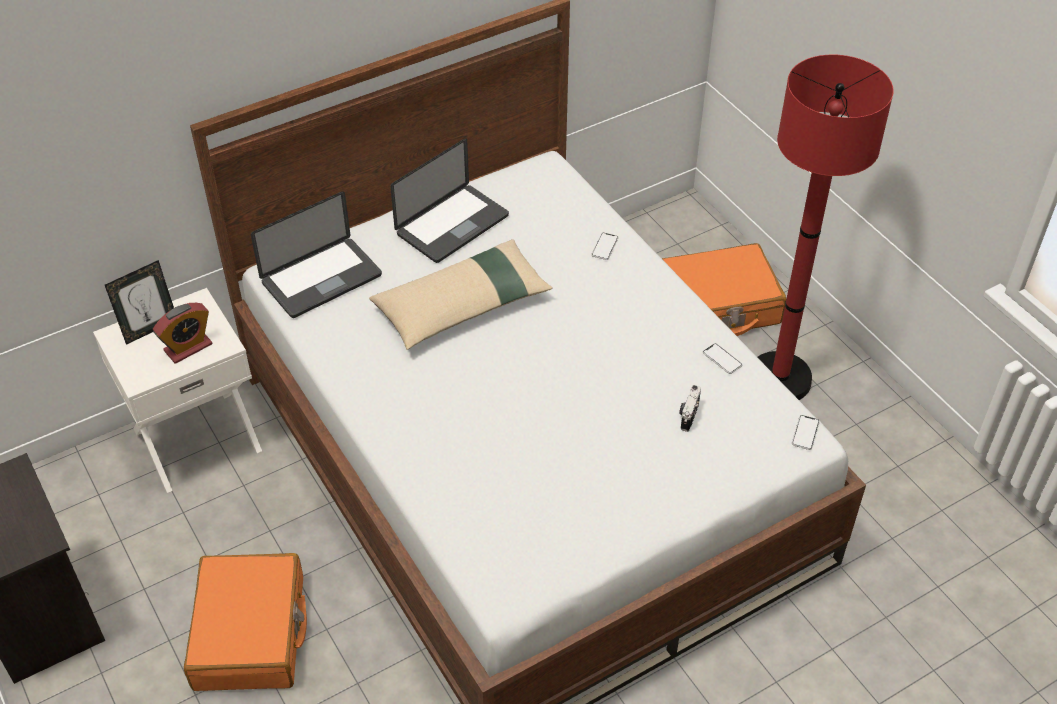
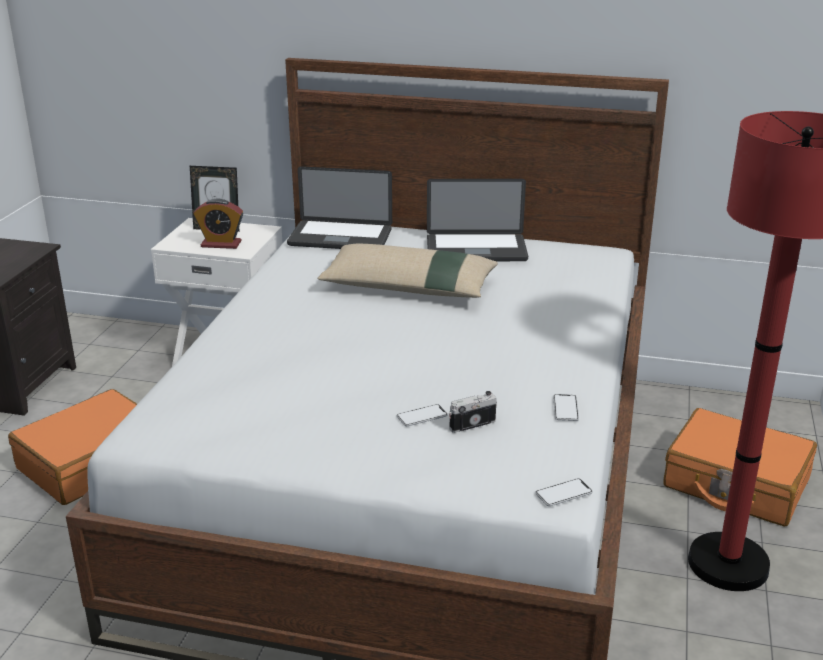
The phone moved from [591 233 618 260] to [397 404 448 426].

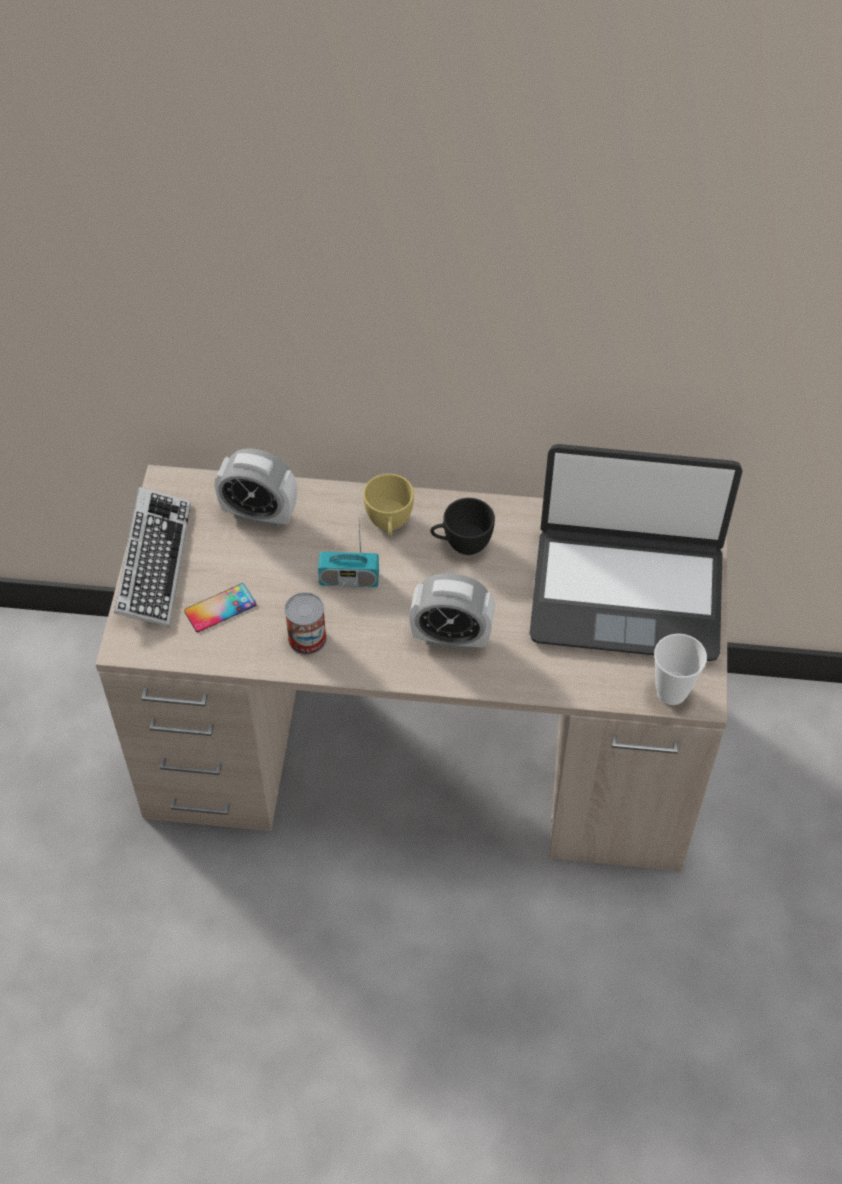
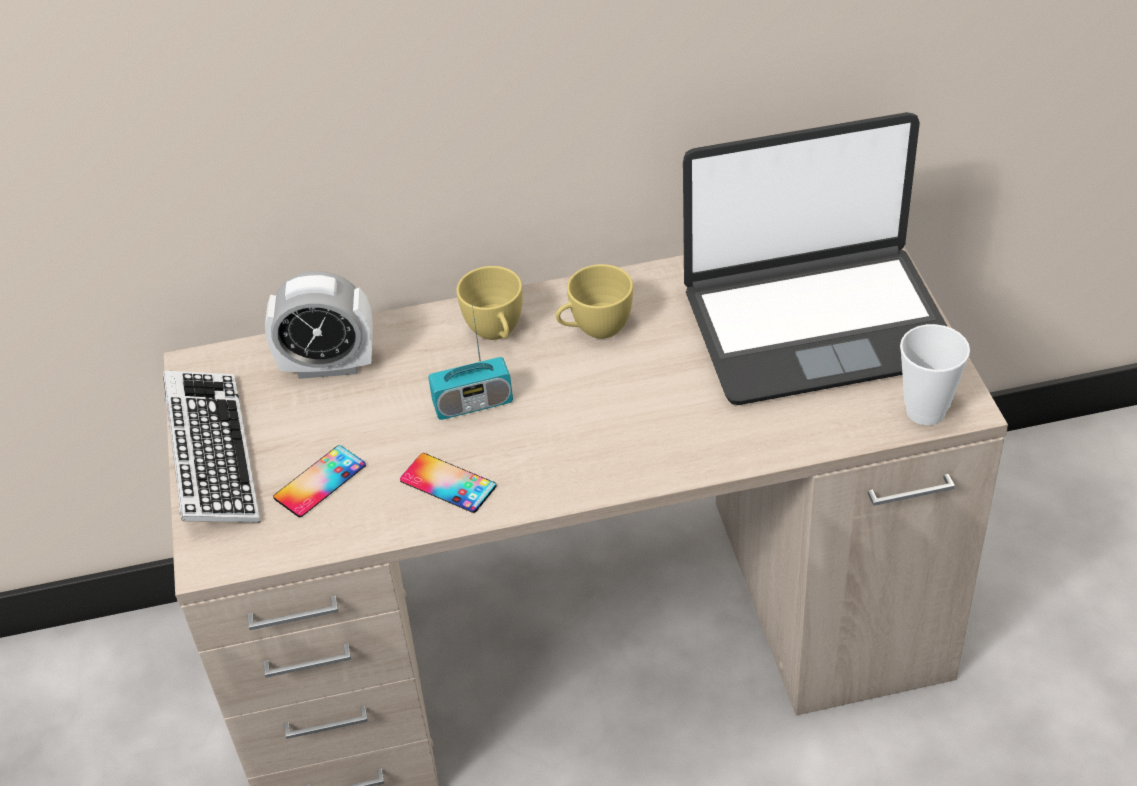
The black-coloured_cup at [430 498 495 555] became the yellowish_cup at [556 264 633 339]. The bedside_clock at [409 573 495 651] disappeared. The sealed_can at [284 592 327 655] was replaced by the phone at [400 453 497 513].

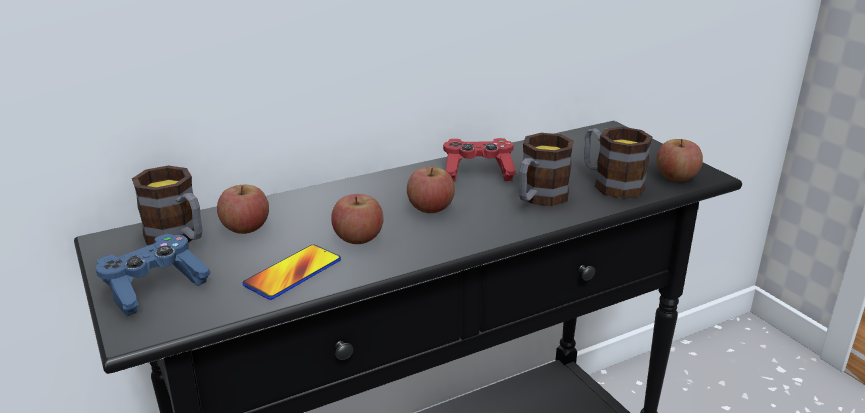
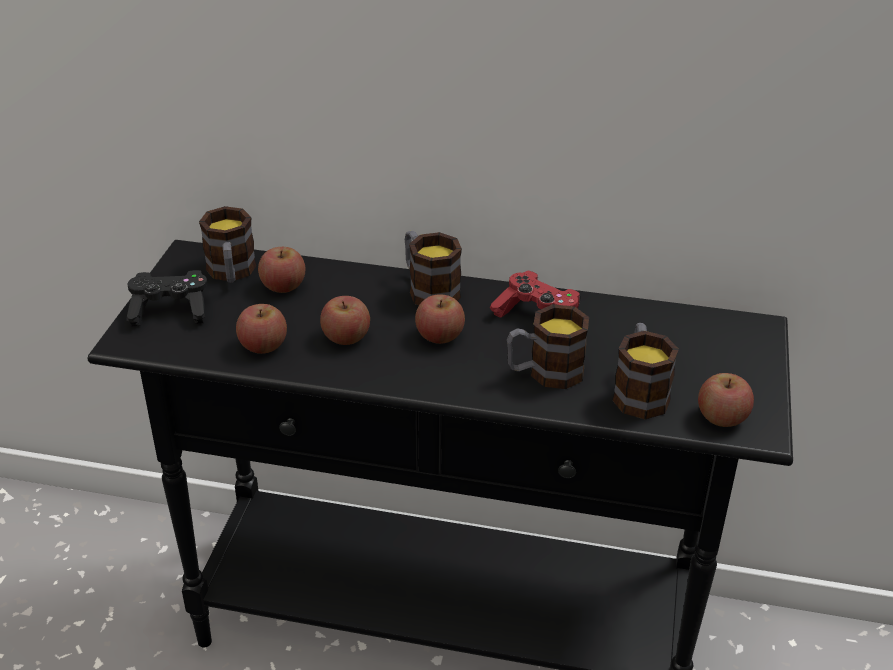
The blue-coloured_game_controller at [95 234 210 316] became the black-coloured_game_controller at [126 270 207 326]. The phone at [242 245 341 300] was replaced by the apple at [236 304 287 354]. The mug at [405 231 462 305] appeared.

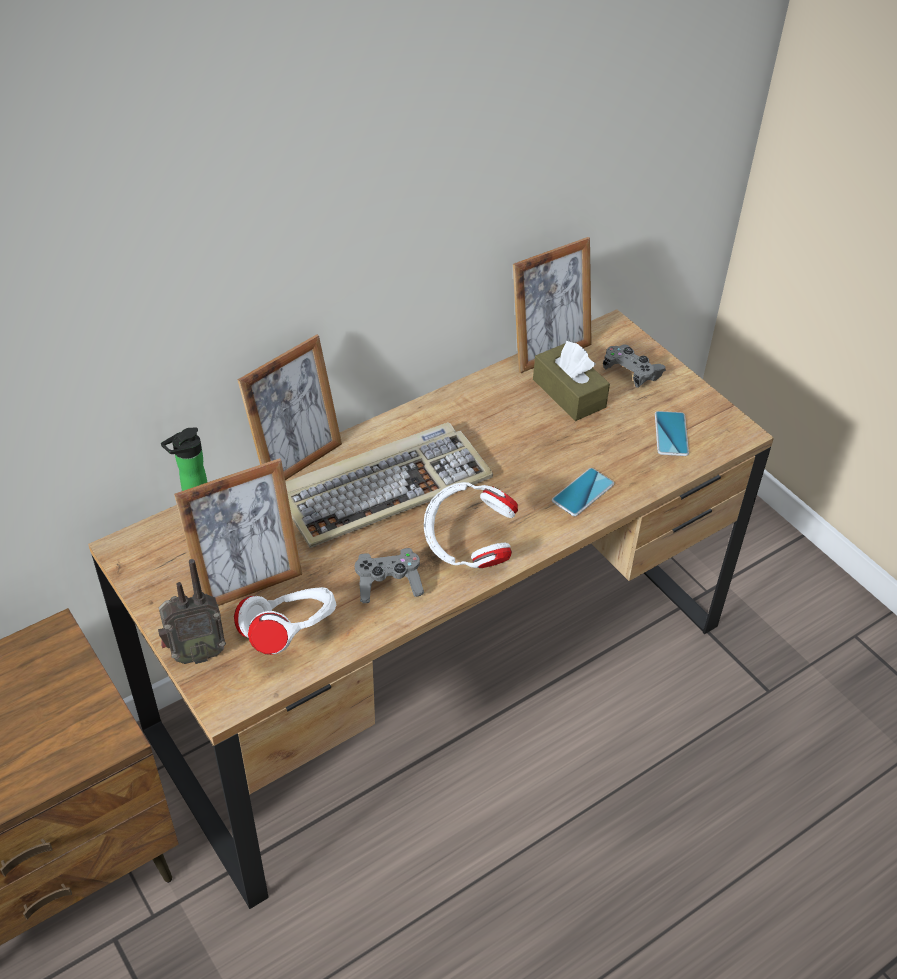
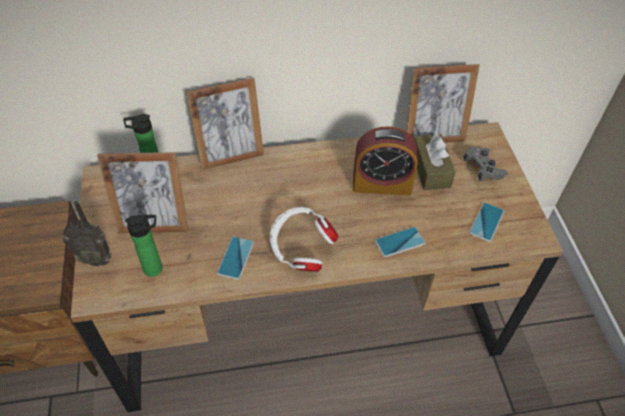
The keyboard at [285 422 493 548] disappeared. The gray_game_controller at [355 548 424 603] was replaced by the phone at [217 236 254 280]. The whitish_pair_of_headphones at [234 587 336 655] was replaced by the drink_bottle at [125 215 162 277]. The bedside_clock at [353 126 418 196] appeared.

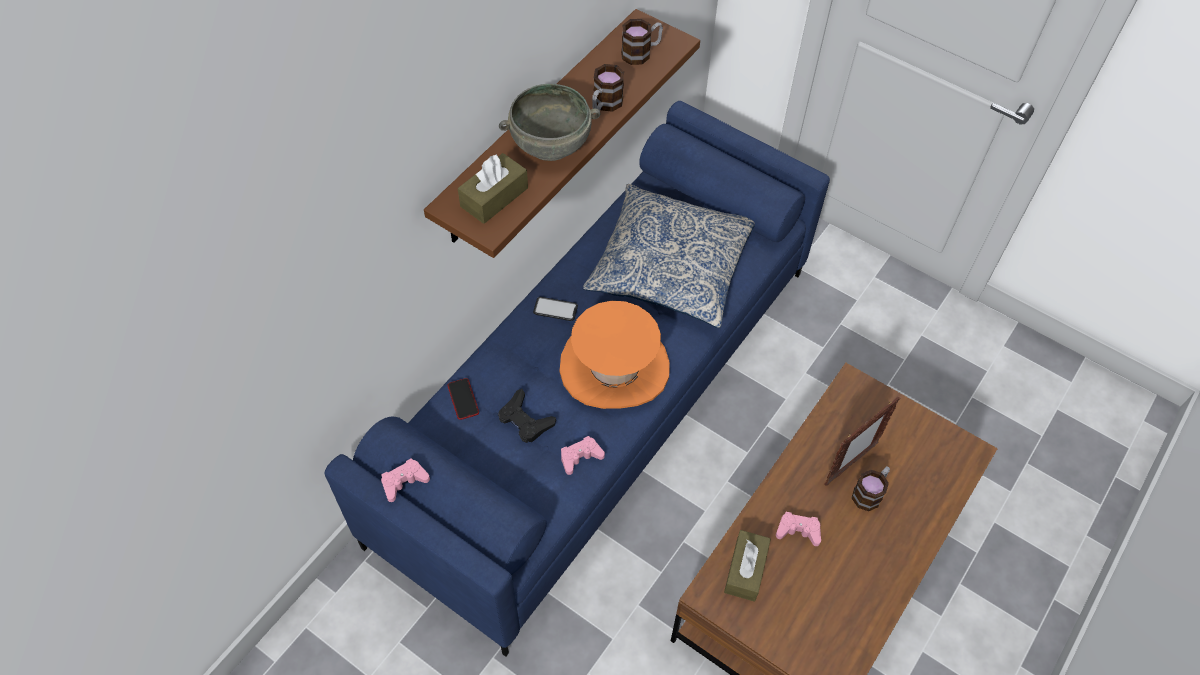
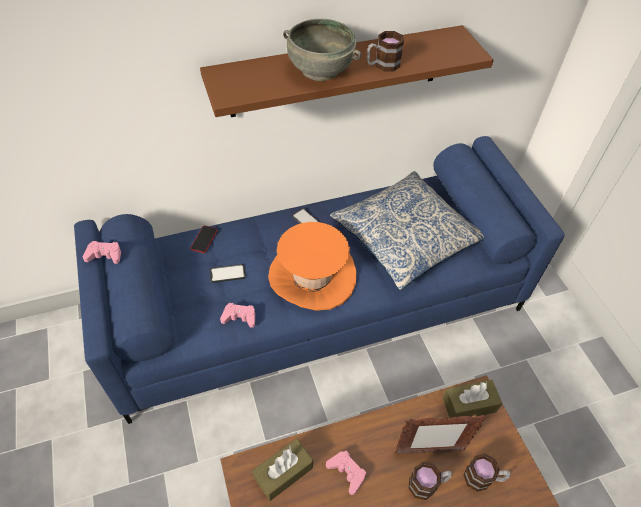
The mug moved from [621 19 663 65] to [464 454 511 492]. The brownish_tissue_holder moved from [458 153 528 224] to [443 380 503 421]. The black-coloured_game_controller at [498 389 556 443] was replaced by the phone at [210 264 246 283].

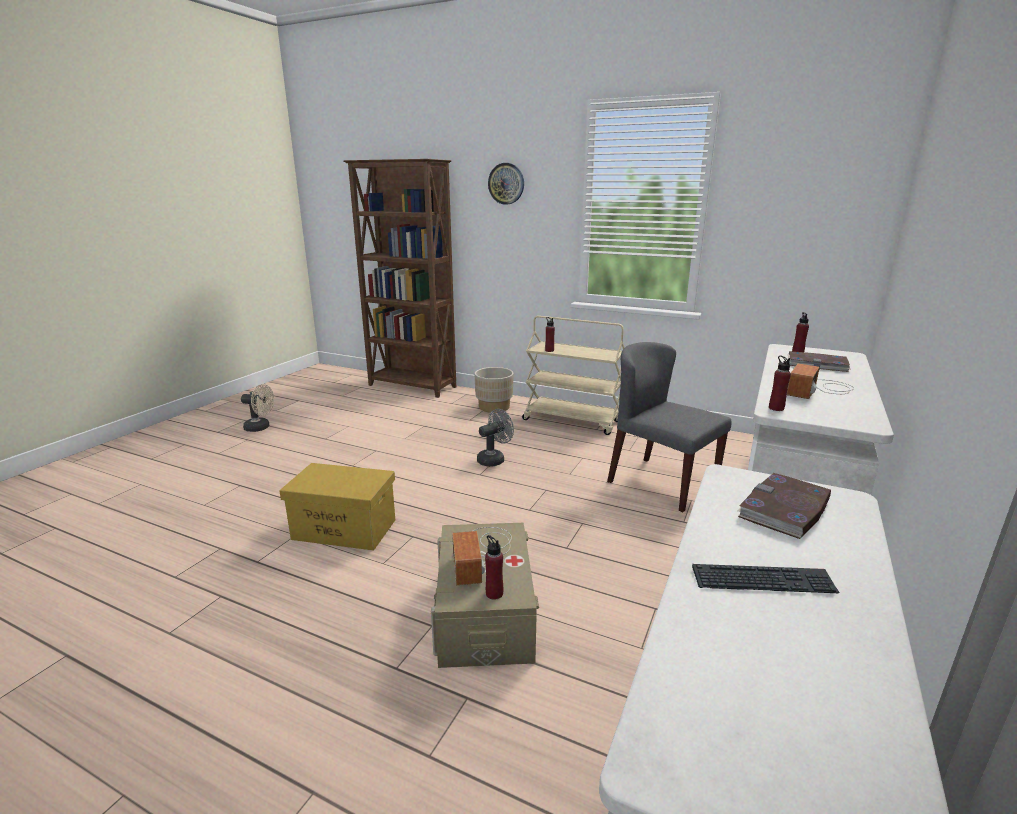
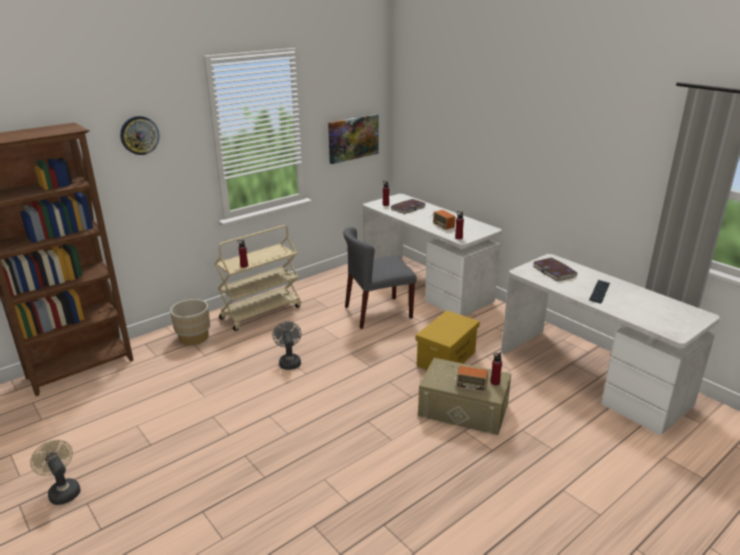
The beige_cooling_fan at [241 384 274 432] turned 75 degrees counterclockwise. The yellowish_storage_box moved from [279 463 395 551] to [416 310 480 370]. The wall_art at [328 114 378 164] appeared.

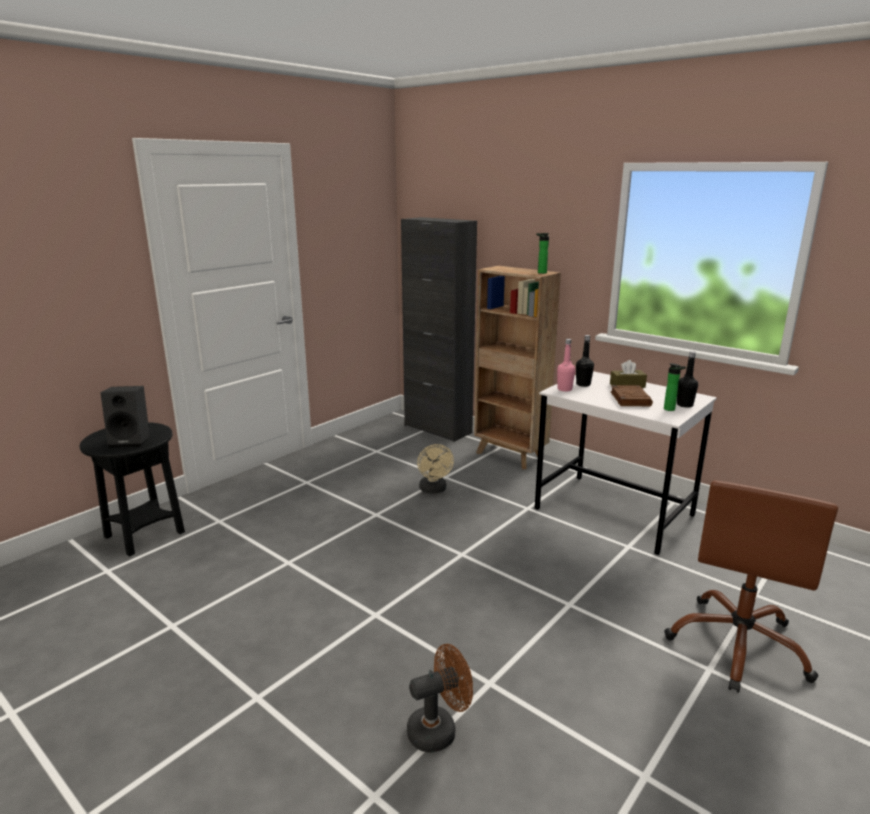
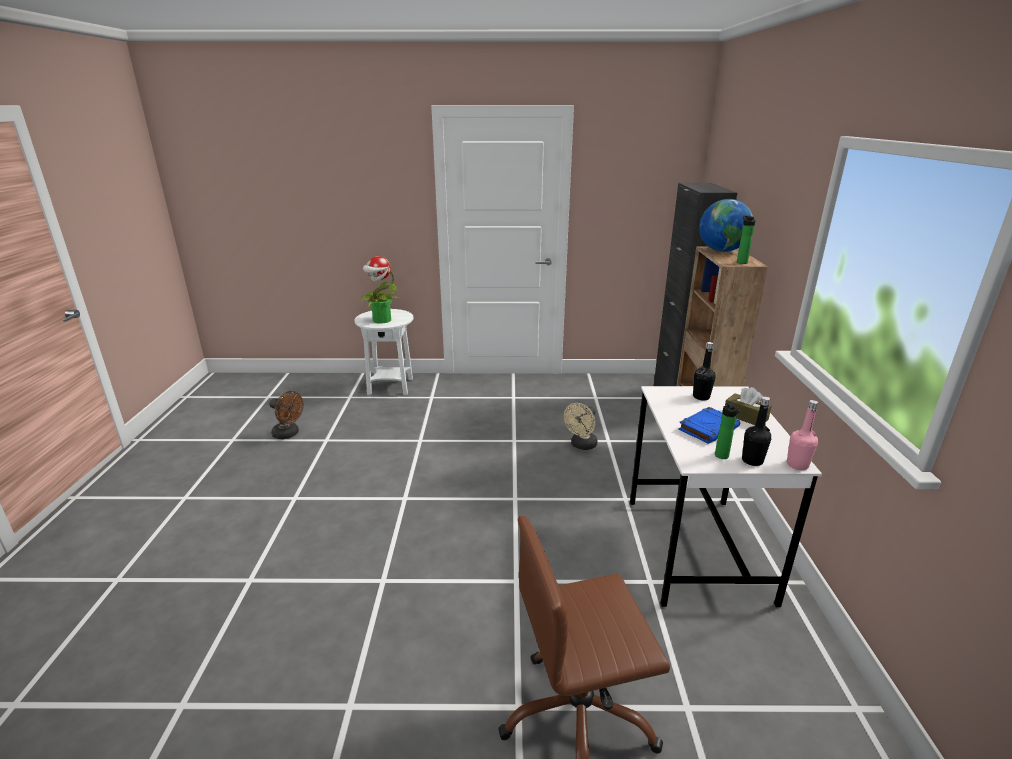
The pink-coloured_drink_bottle moved from [557 339 575 392] to [787 400 818 470]. The brownish_volume at [611 385 653 406] became the blue-coloured_volume at [678 407 740 444]. The black-coloured_loudspeaker at [101 386 150 448] was replaced by the houseplant at [359 256 399 324]. The black-coloured_accent_table at [79 422 185 557] became the whitish_accent_table at [355 309 413 395]. The brownish_cooling_fan moved from [407 644 473 753] to [269 391 304 439]. The desk_globe at [699 199 753 252] appeared.

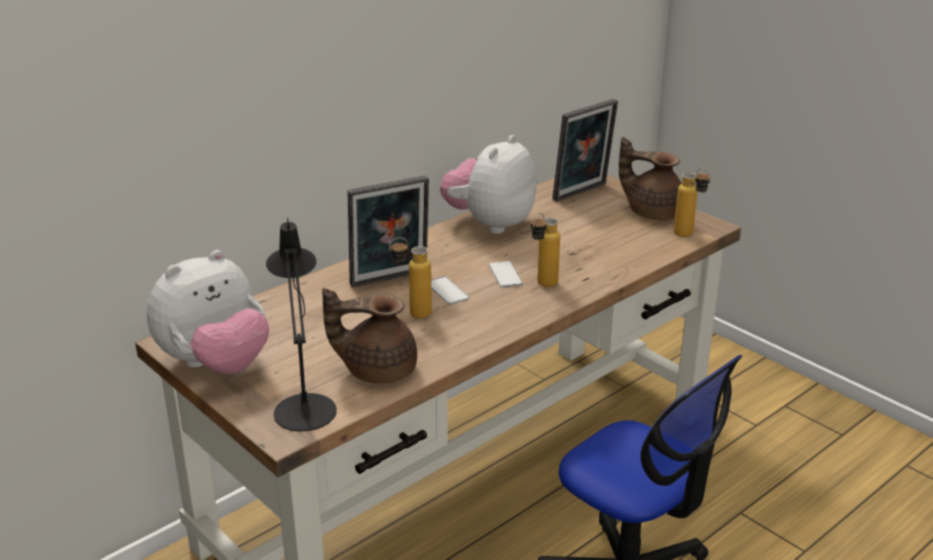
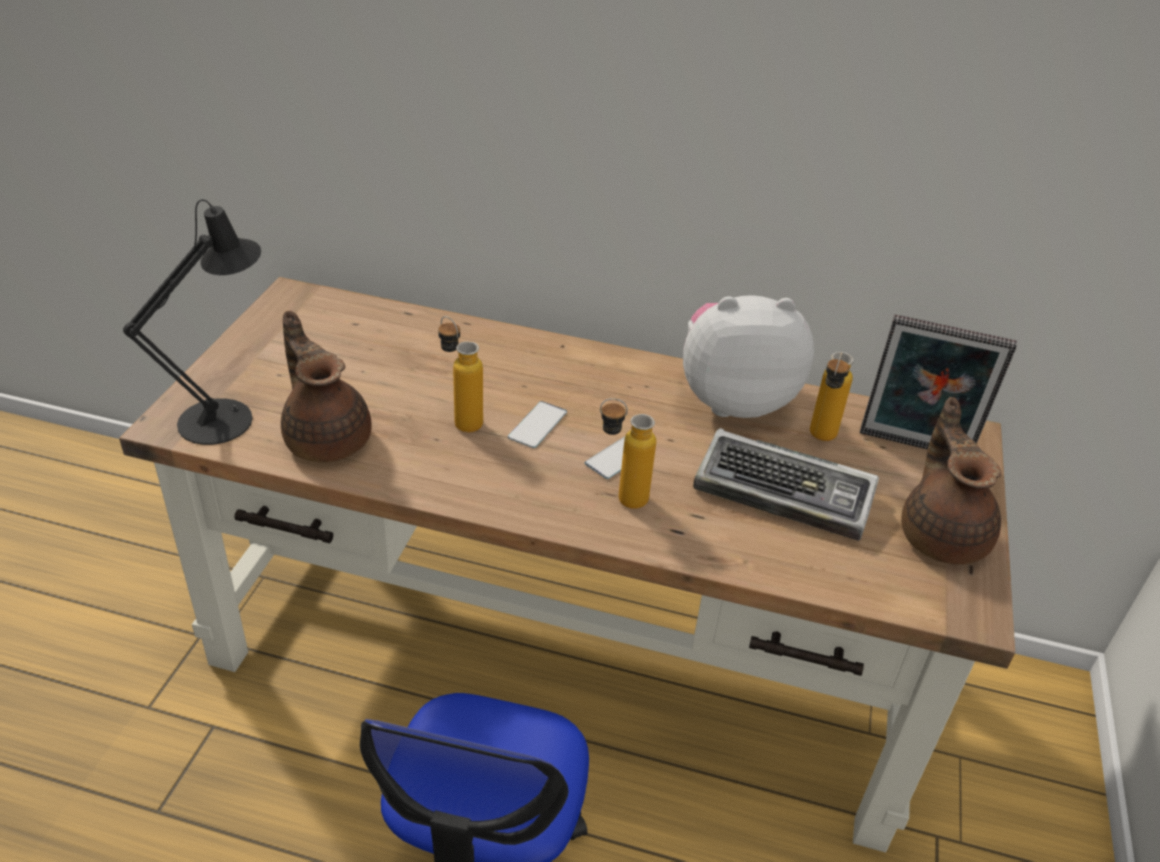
The drink_bottle moved from [674 168 710 237] to [810 352 854 441]. The photo_frame at [347 176 429 287] disappeared. The soft_toy at [146 250 269 374] disappeared. The keyboard at [693 428 879 541] appeared.

